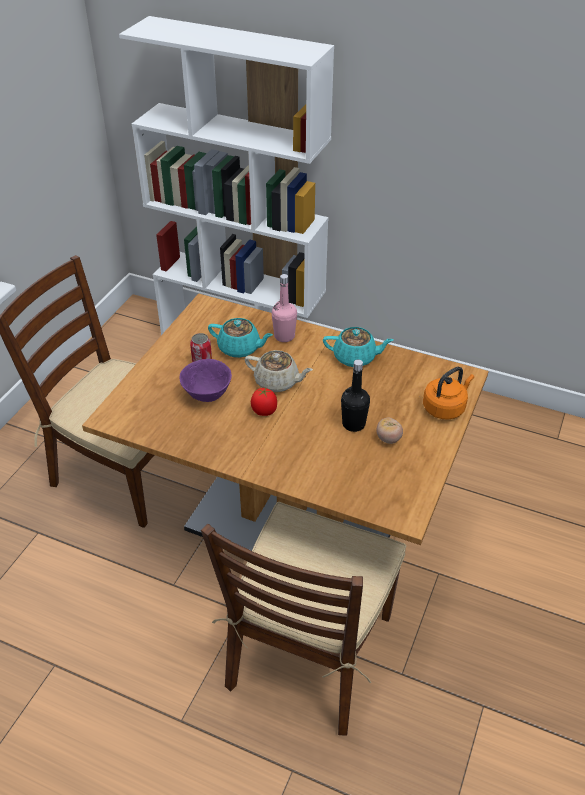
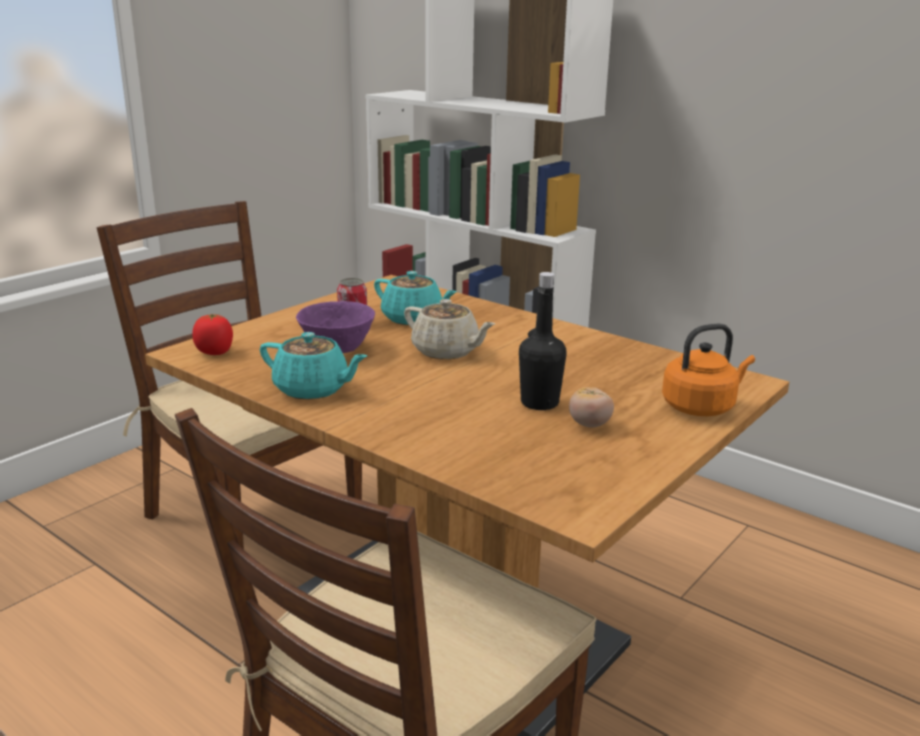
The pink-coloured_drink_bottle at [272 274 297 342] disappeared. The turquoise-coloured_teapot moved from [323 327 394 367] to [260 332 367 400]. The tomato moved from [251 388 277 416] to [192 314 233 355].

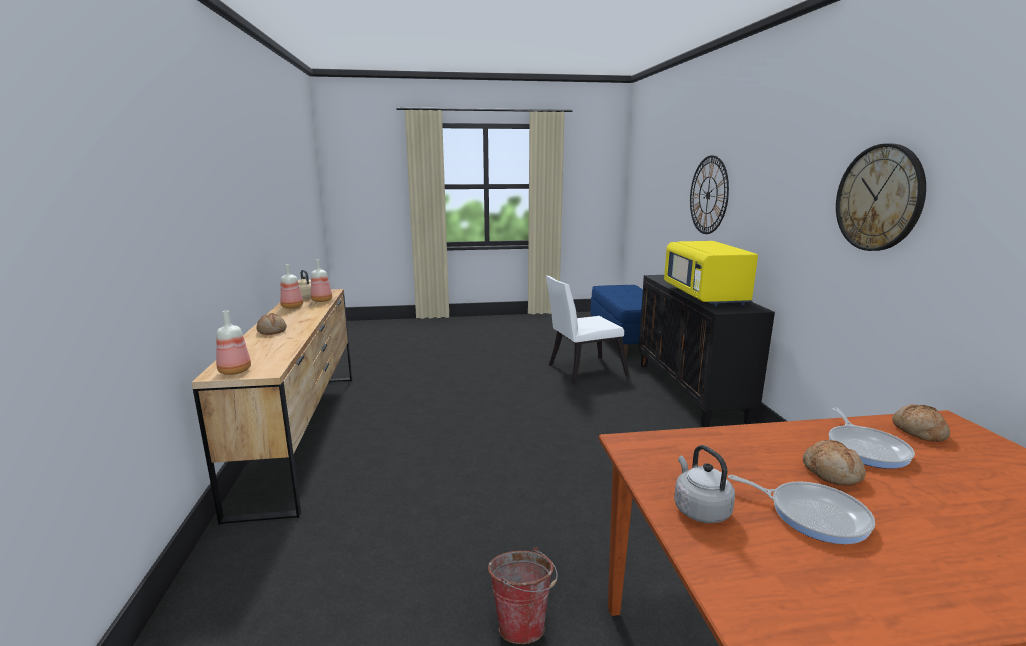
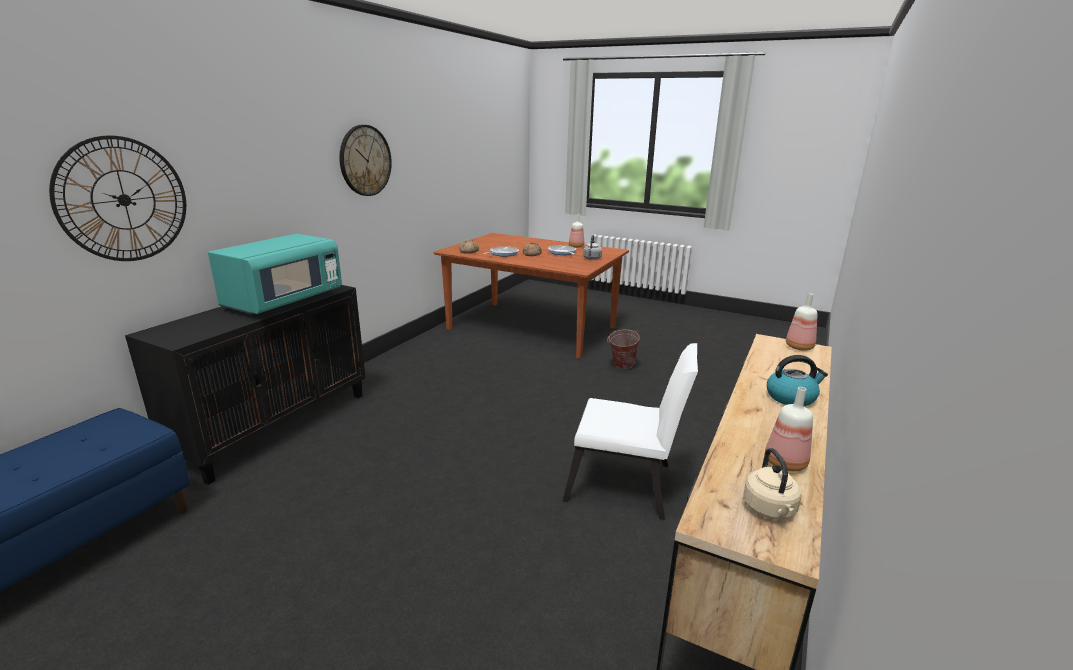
The yellowish_microwave_oven at [664 241 758 307] became the turquoise-coloured_microwave_oven at [208 234 342 315]. The drink_bottle moved from [311 259 332 302] to [569 214 584 248]. The whitish_chair moved from [546 276 629 384] to [563 343 698 520]. The bakery_bread at [256 313 287 335] was replaced by the water_kettle at [767 355 828 407].

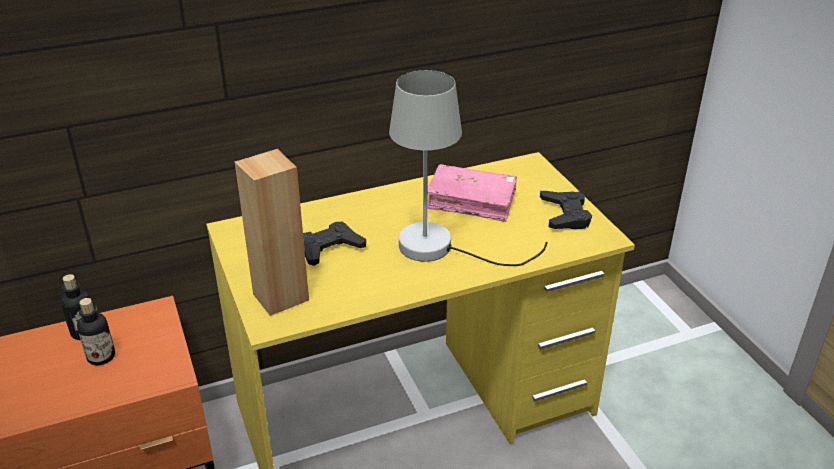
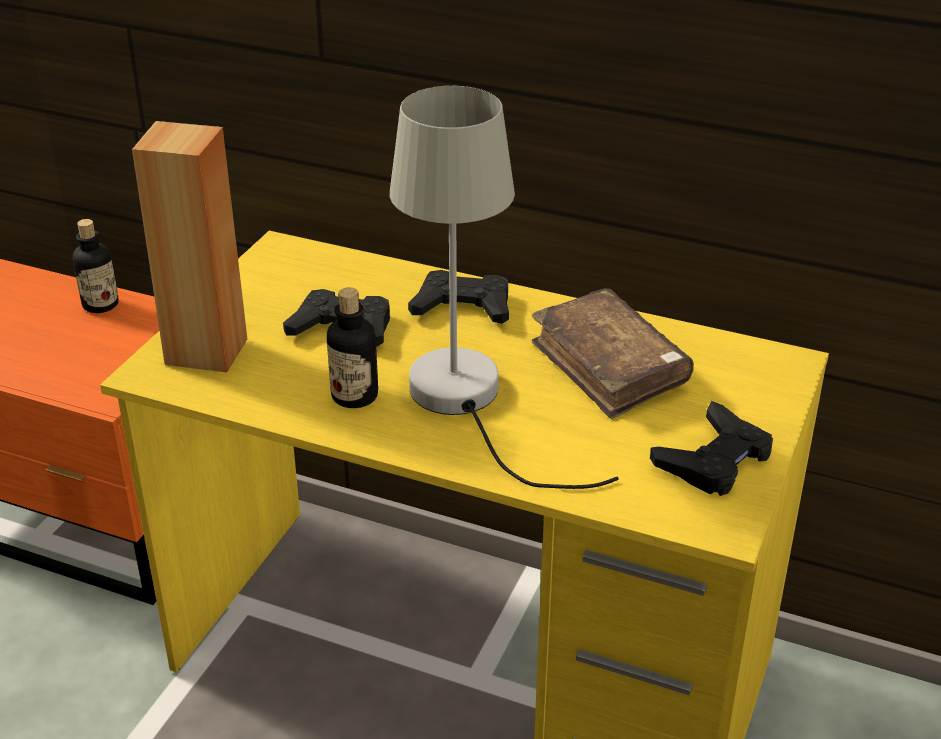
The pink-coloured_volume at [427 164 517 222] became the brownish_volume at [532 288 694 419]. The drink_bottle moved from [77 298 115 365] to [327 287 378 408]. The black-coloured_game_controller at [408 270 509 324] appeared.

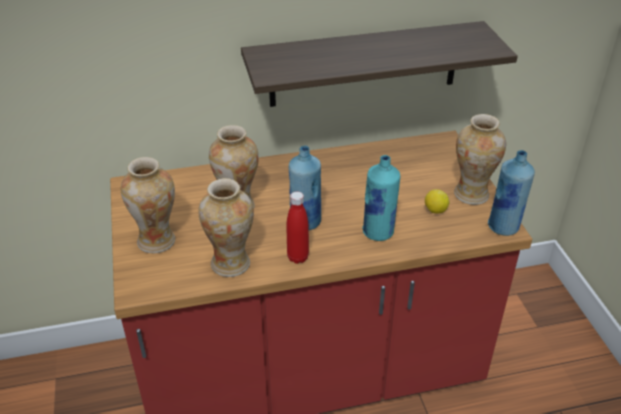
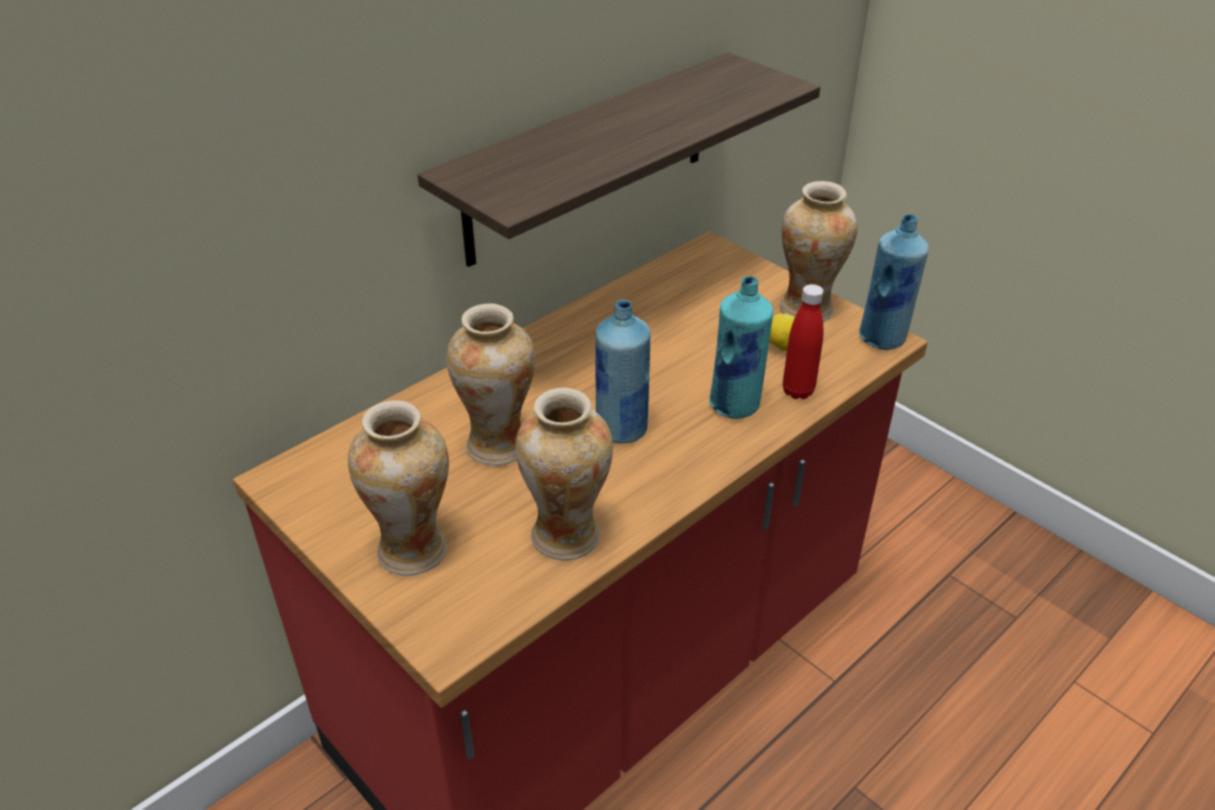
The reddish_drink_bottle moved from [286 192 309 264] to [783 284 823 399].

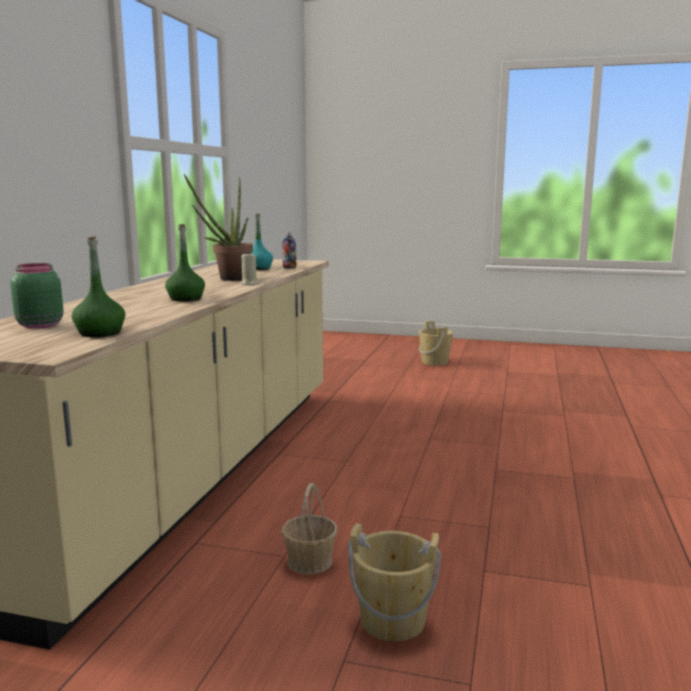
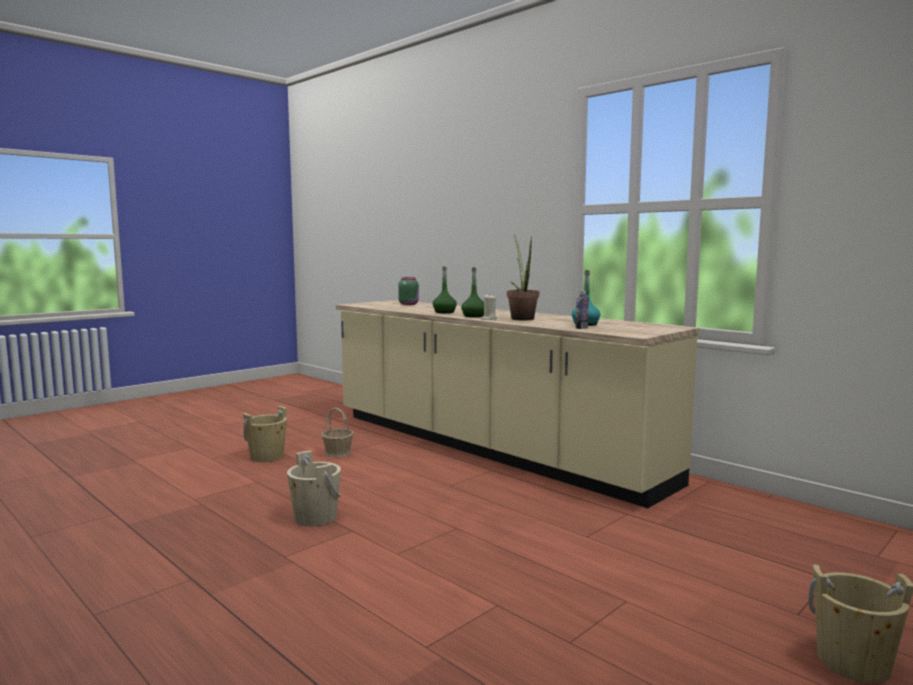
The greenish_drink_bottle moved from [72 236 125 337] to [461 268 484 317]. The beige_pail at [287 451 341 526] appeared.

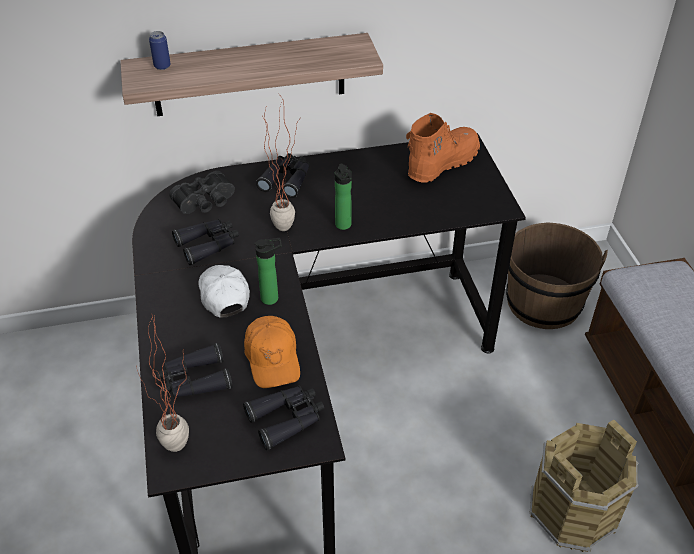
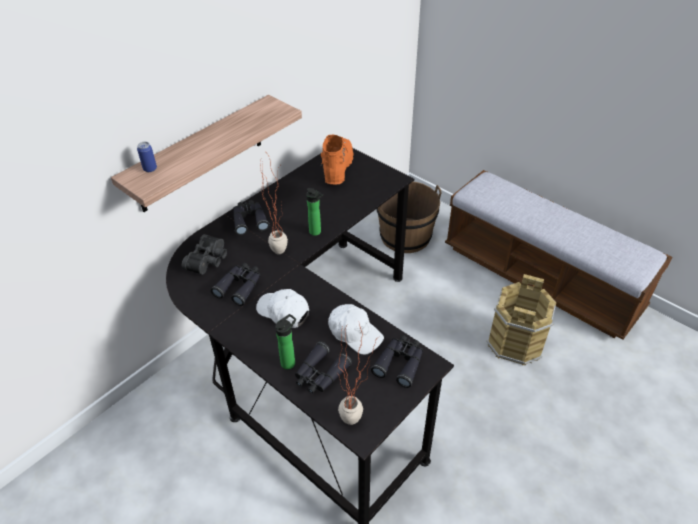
The drink_bottle moved from [254 238 282 305] to [275 314 296 369]. The orangey_baseball_cap at [244 316 300 388] became the whitish_baseball_cap at [328 304 384 355].

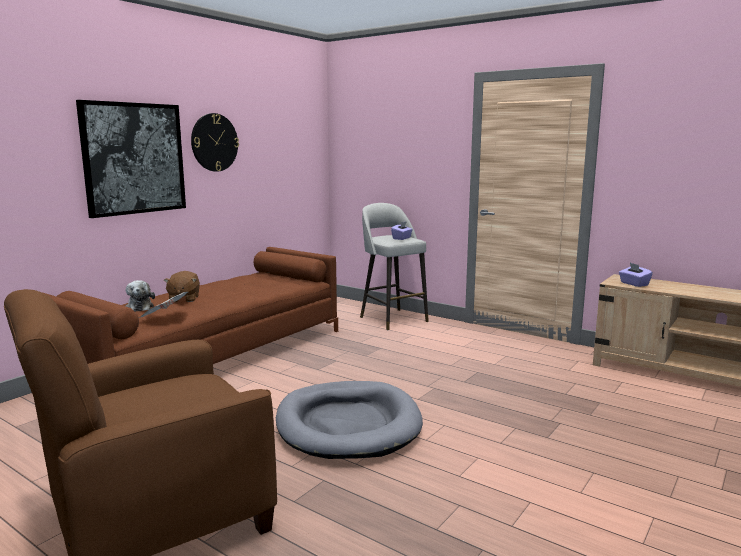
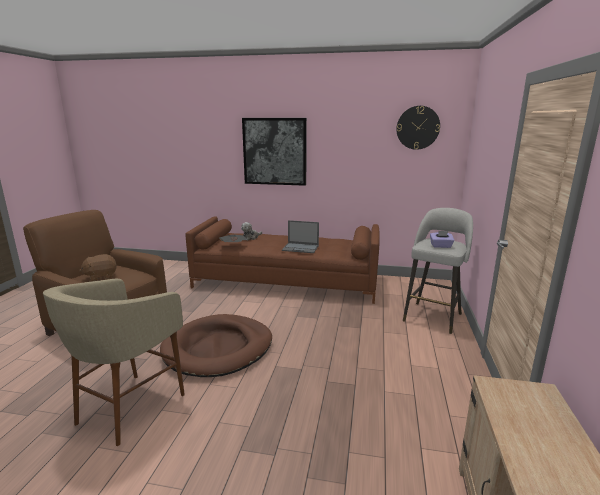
The clock_on_the_wall moved from [191 113 239 172] to [396 106 440 150]. The purple_tissue_holder at [619 263 653 287] disappeared. The brownish_soft_toy moved from [164 271 200 303] to [79 254 117 281]. The gray_dog_cushion at [276 381 423 459] became the brownish_dog_cushion at [160 314 272 377]. The notebook_computer at [282 220 319 253] appeared. The beige_stool at [43 279 185 446] appeared.

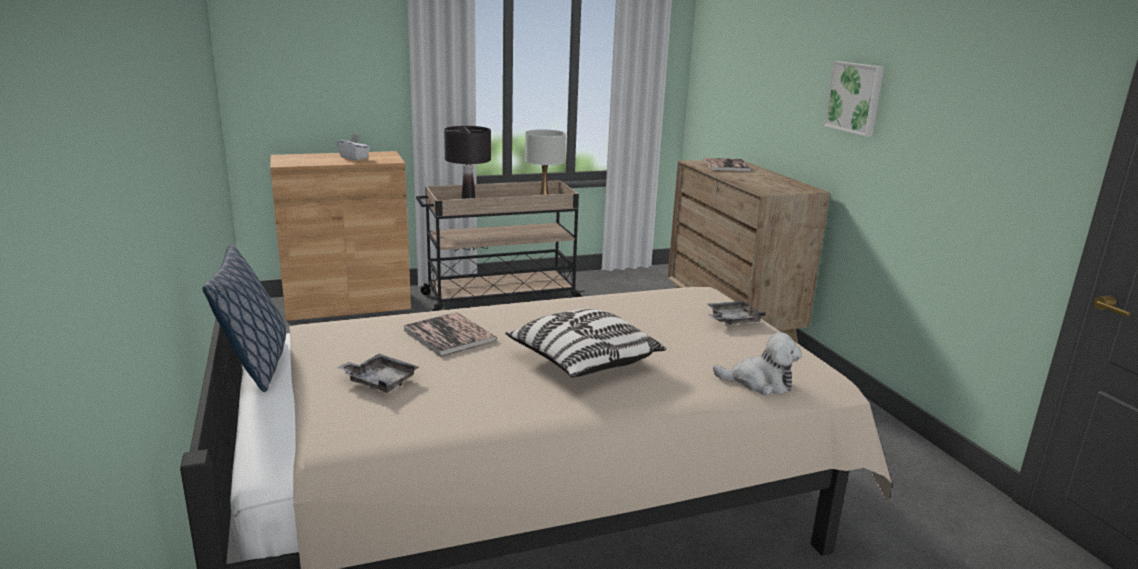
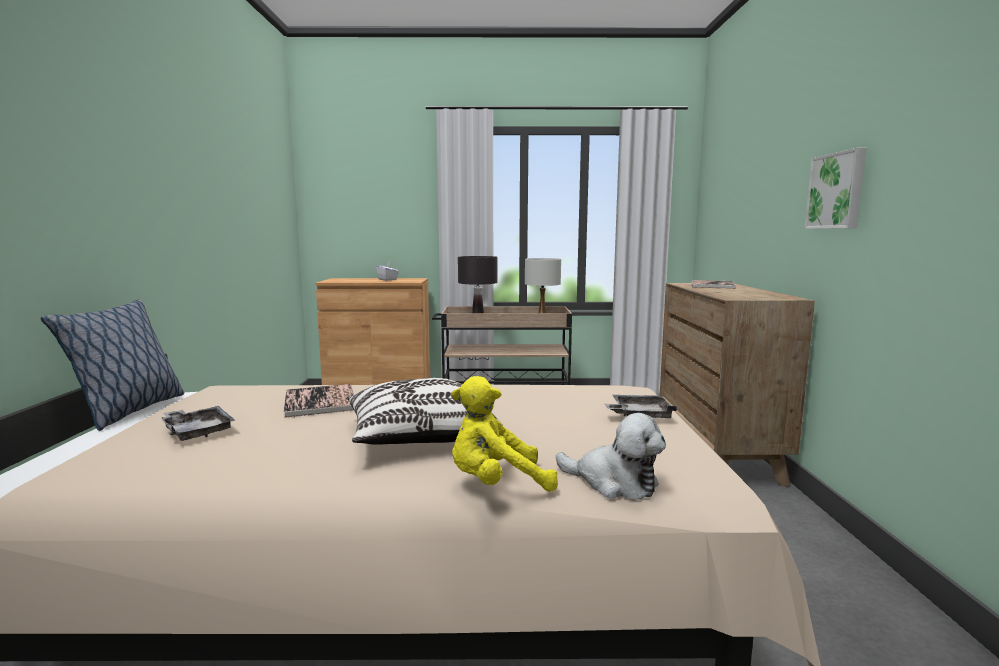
The yellowish_soft_toy at [451 376 558 492] appeared.

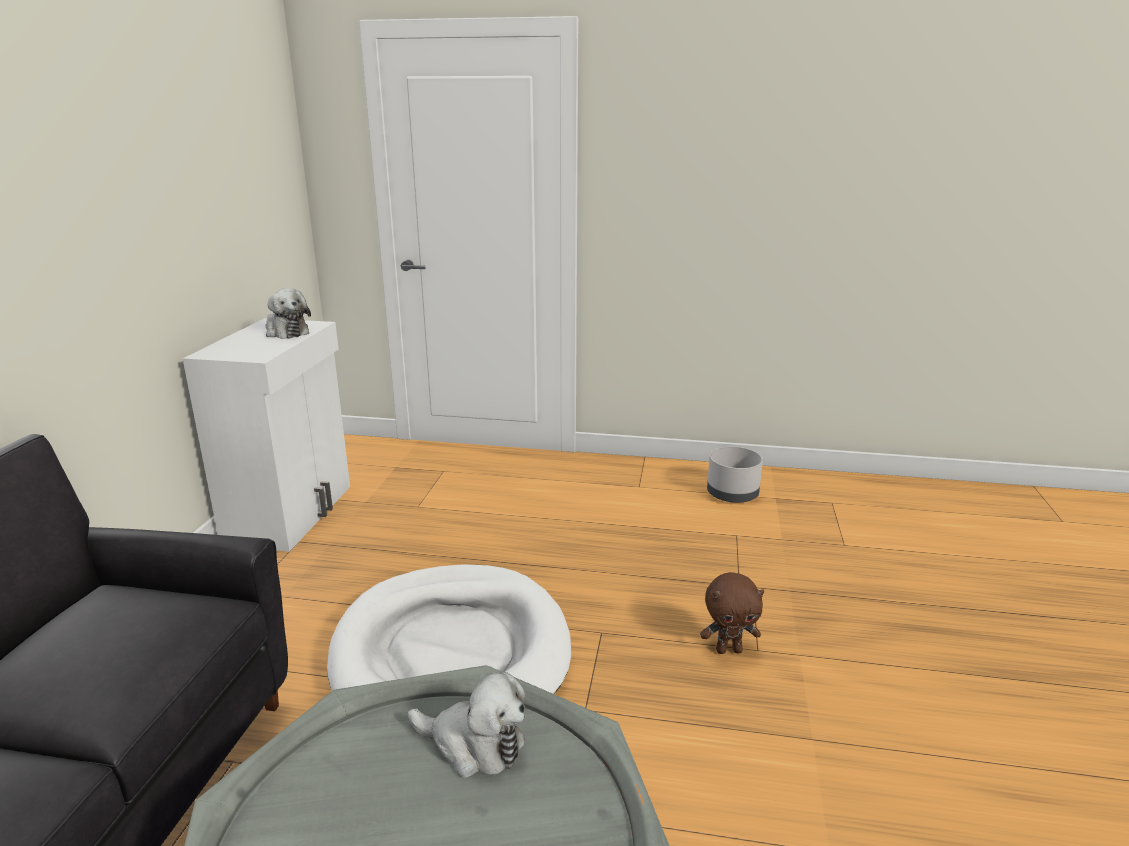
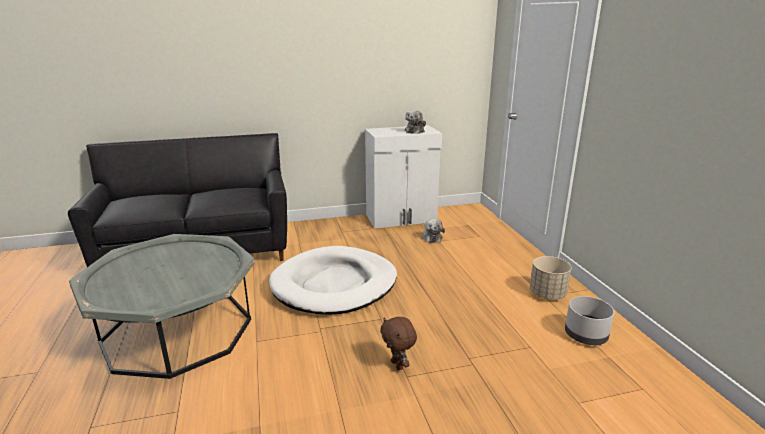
The soft_toy moved from [408 672 526 778] to [421 219 445 243]. The beige_flower_pot at [530 256 572 300] appeared.

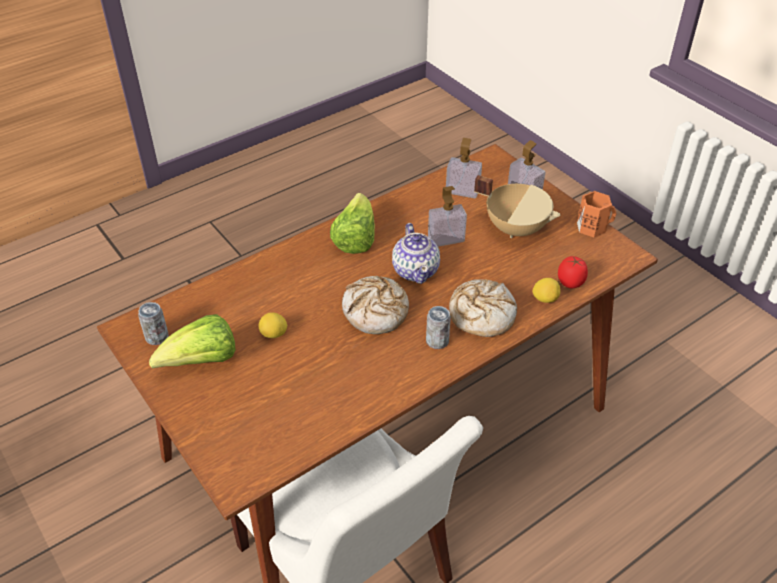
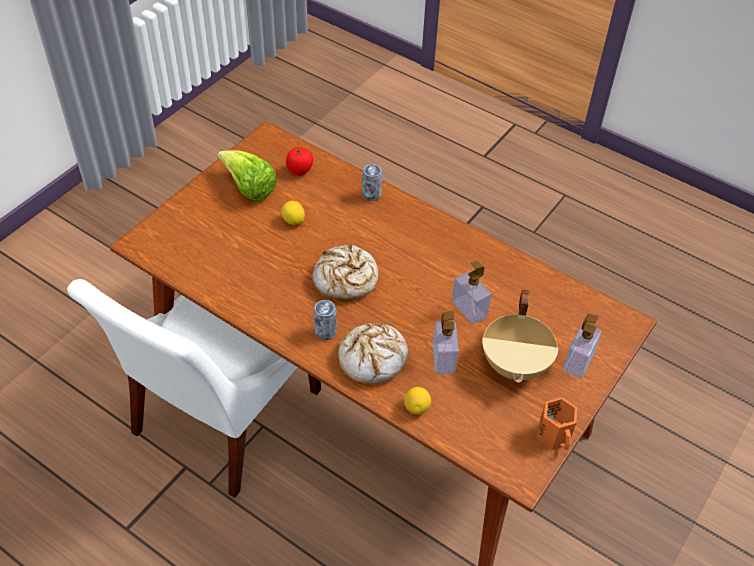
The soap_dispenser moved from [446 138 482 198] to [433 311 459 374]. The lettuce at [330 193 375 254] disappeared. The teapot at [392 223 440 284] disappeared. The tomato moved from [558 256 588 288] to [286 147 313 176]. The sealed_can moved from [138 302 169 345] to [362 164 382 201].

